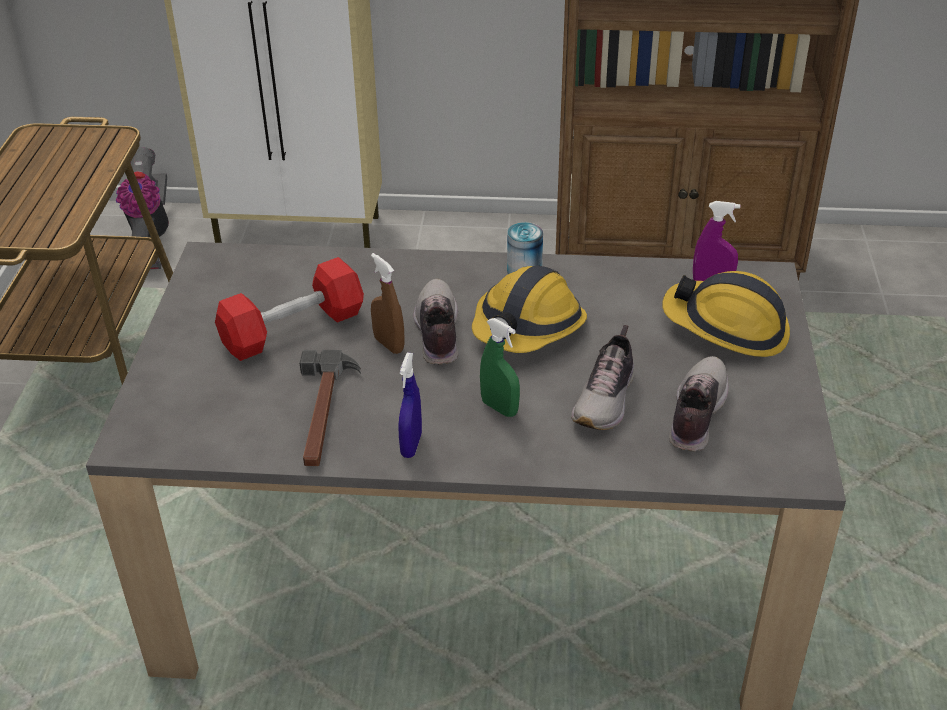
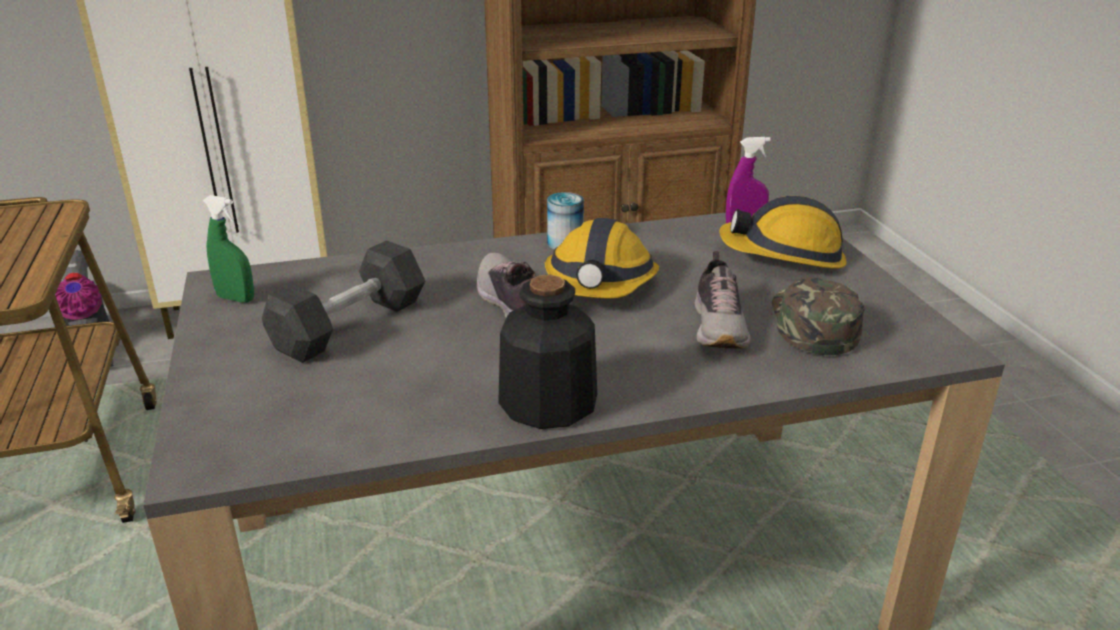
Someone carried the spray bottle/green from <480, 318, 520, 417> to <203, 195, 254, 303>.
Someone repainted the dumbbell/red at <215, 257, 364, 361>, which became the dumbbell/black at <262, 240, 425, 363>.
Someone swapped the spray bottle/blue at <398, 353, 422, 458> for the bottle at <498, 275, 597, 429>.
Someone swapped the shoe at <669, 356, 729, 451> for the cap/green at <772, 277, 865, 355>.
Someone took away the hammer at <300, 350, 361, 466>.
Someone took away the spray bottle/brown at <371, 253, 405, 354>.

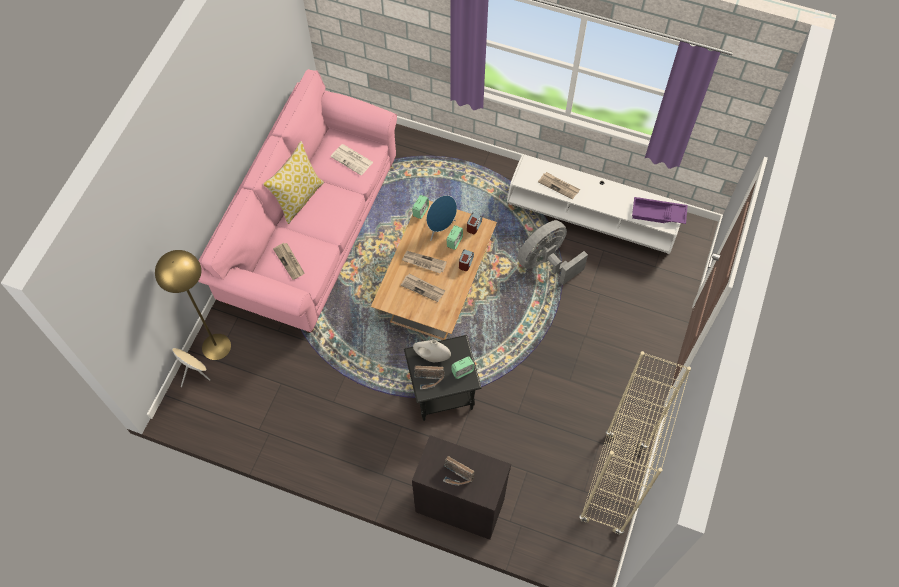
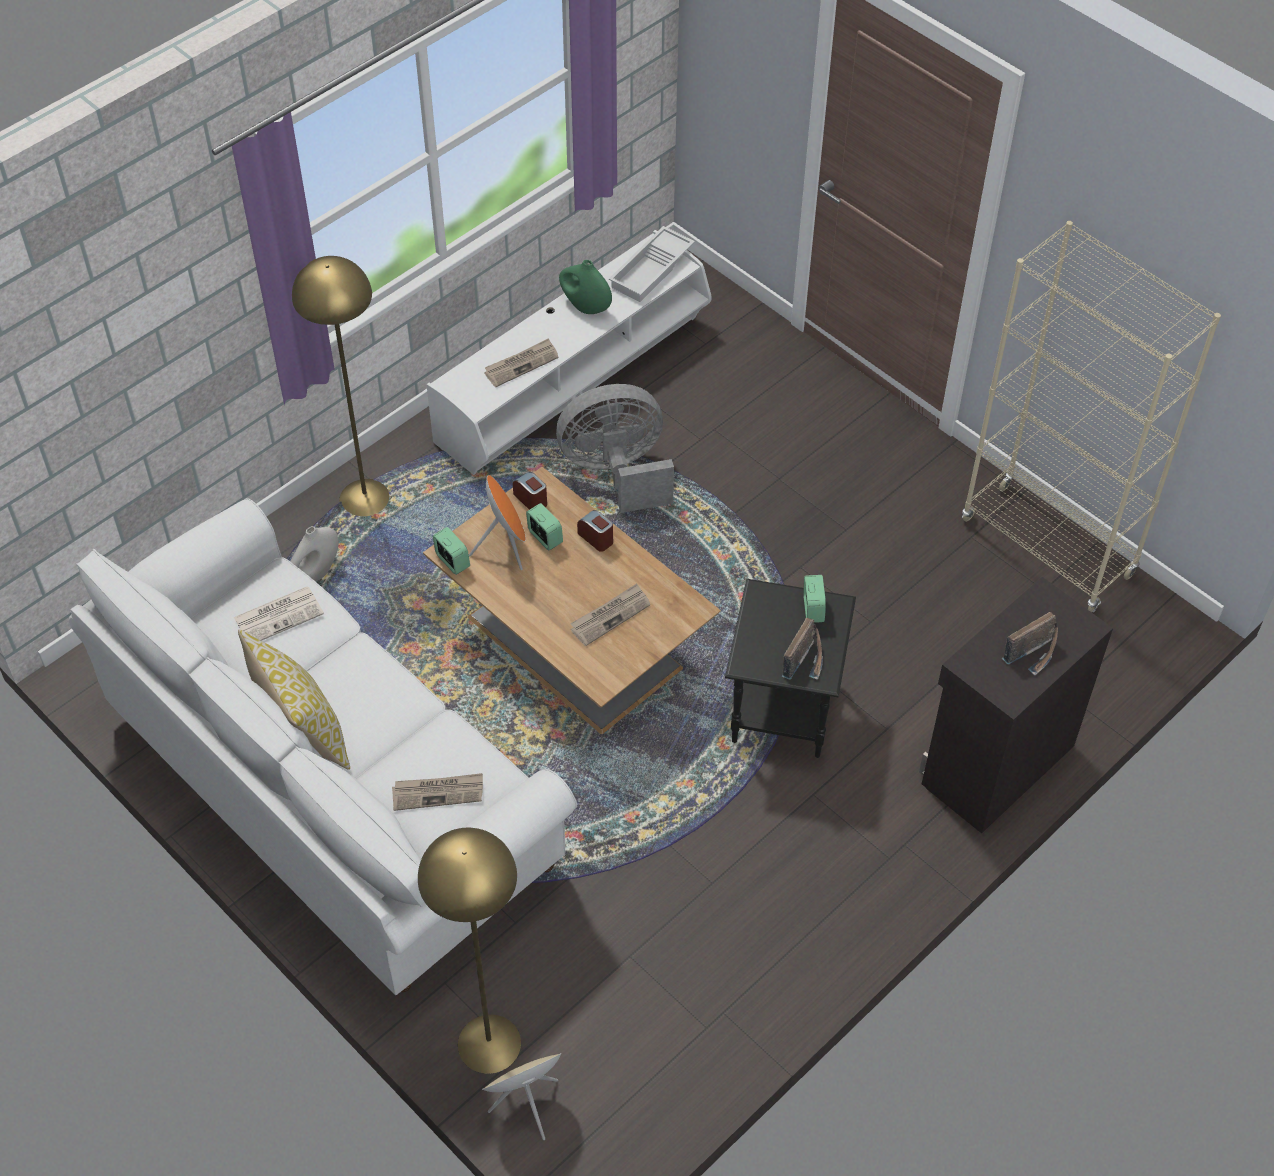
Someone repainted the sofa/pink at <198, 69, 397, 333>, which became the sofa/white at <69, 498, 577, 995>.
Someone carried the vase/white from <413, 340, 451, 362> to <290, 526, 339, 582>.
Someone put down the floor lamp/yellow at <292, 256, 389, 516>.
Someone repainted the speaker/blue at <426, 195, 457, 241>, which became the speaker/orange at <469, 475, 526, 570>.
Someone rotated the fan/grey at <517, 220, 588, 285> by 90 degrees clockwise.
Someone put down the vase/green at <559, 260, 612, 314>.
Someone repainted the tray/purple at <632, 197, 688, 224>, which became the tray/white at <609, 226, 695, 302>.
Someone took away the newspaper at <402, 251, 447, 274>.

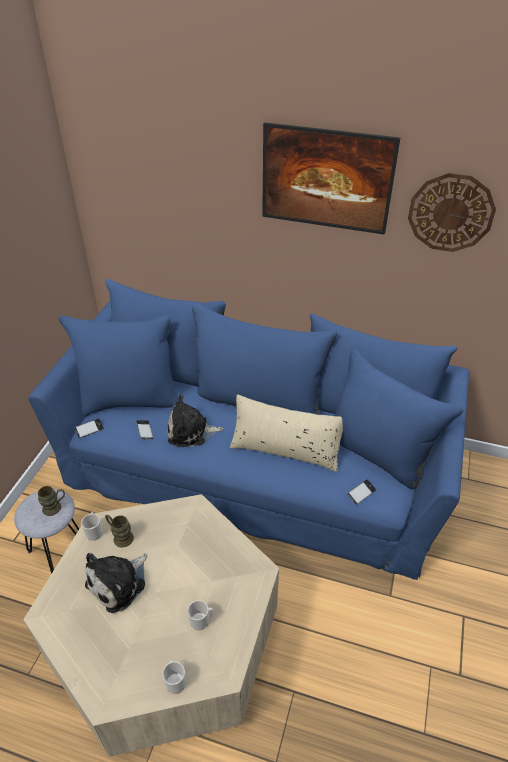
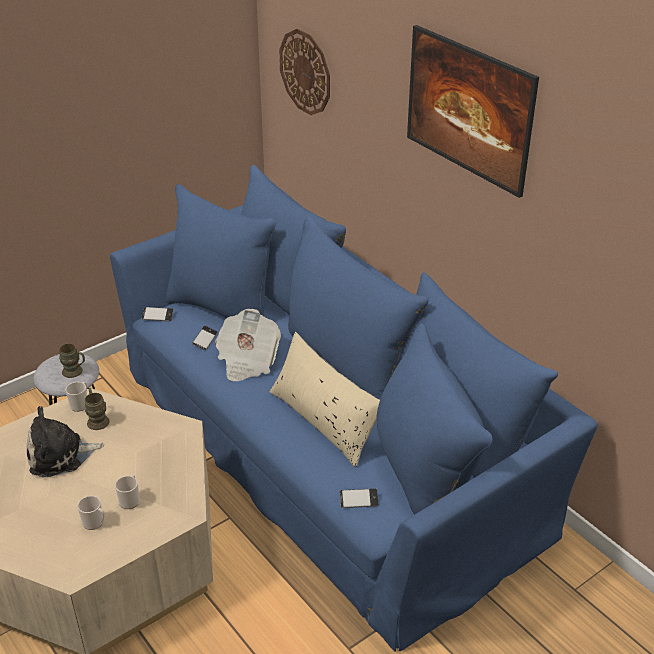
Someone carried the mug from <162, 659, 186, 694> to <115, 475, 140, 509>.
Someone swapped the plush toy at <168, 394, 223, 447> for the newspaper at <215, 309, 281, 381>.
Someone carried the wall clock from <408, 173, 496, 252> to <279, 29, 330, 115>.

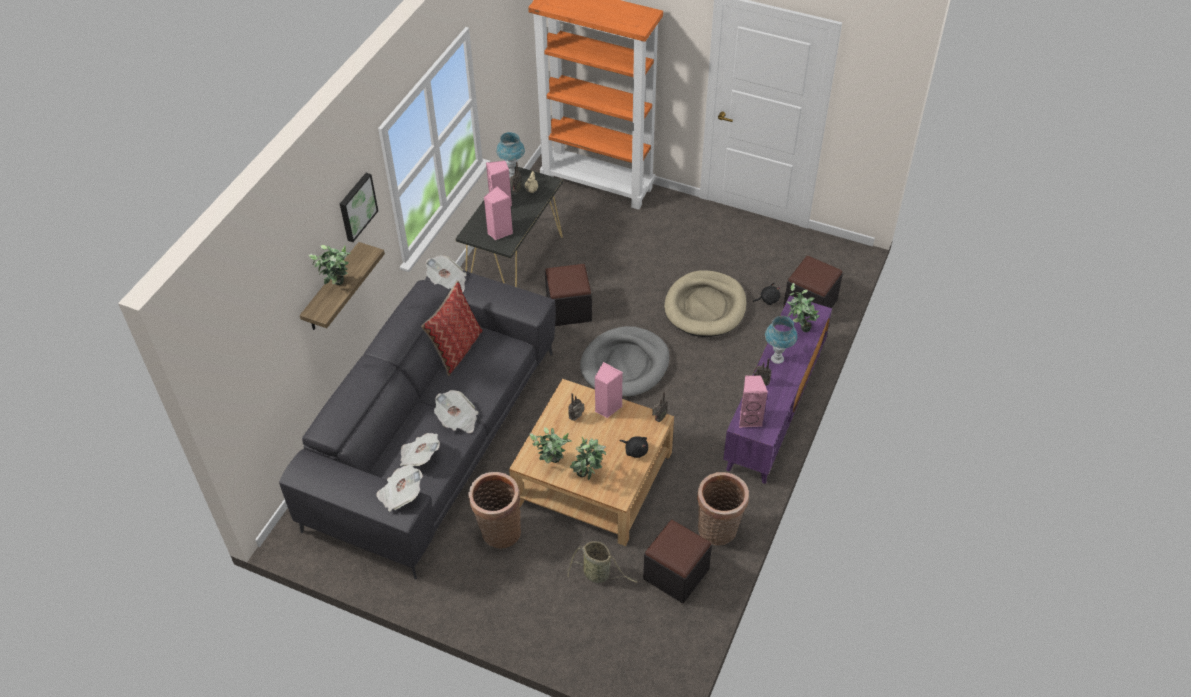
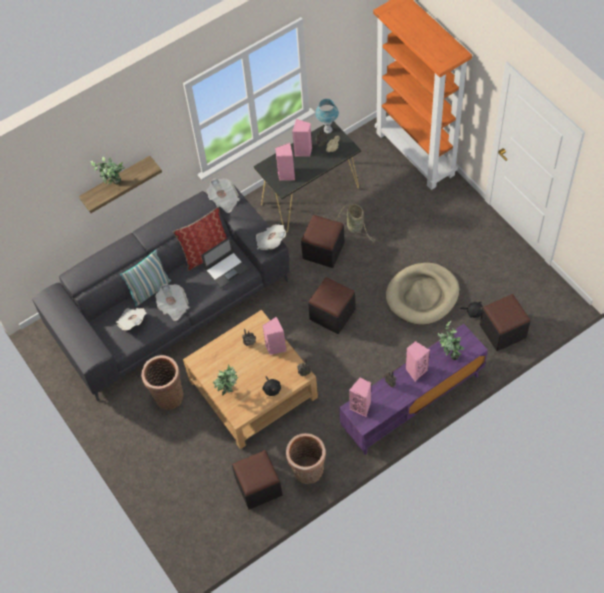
Someone put down the pillow at <120, 250, 171, 307>.
Someone put down the laptop at <201, 236, 249, 289>.
Someone carried the newspaper from <376, 464, 423, 512> to <256, 224, 286, 250>.
Someone swapped the dog bed/grey at <580, 326, 670, 397> for the ottoman/black at <308, 277, 355, 334>.
Someone carried the basket from <567, 541, 637, 583> to <335, 204, 375, 242>.
Someone swapped the table lamp/blue at <765, 316, 797, 364> for the speaker/pink at <405, 341, 430, 381>.
Someone took away the picture at <340, 173, 378, 242>.
Someone took away the potted plant at <529, 427, 572, 463>.

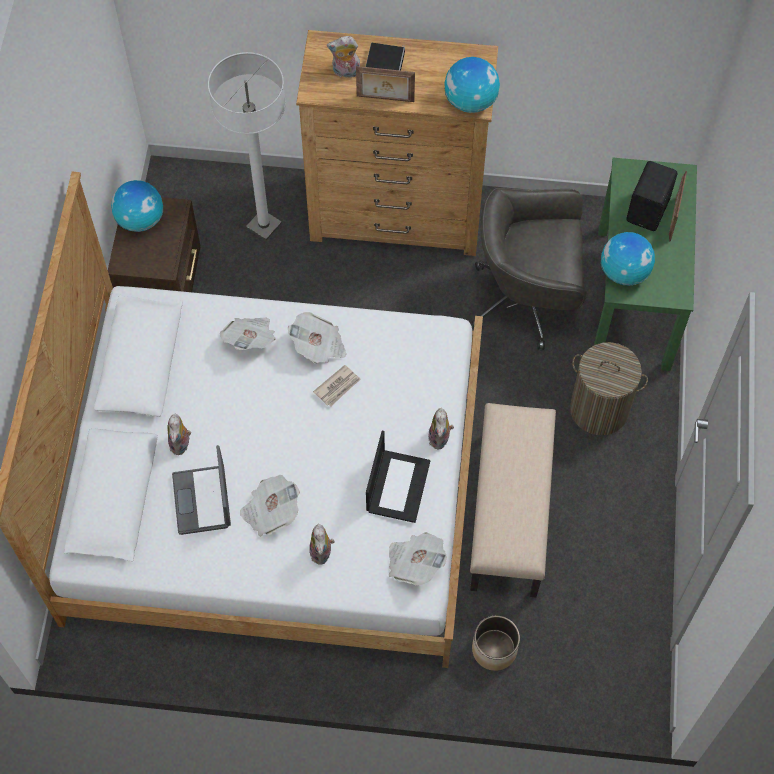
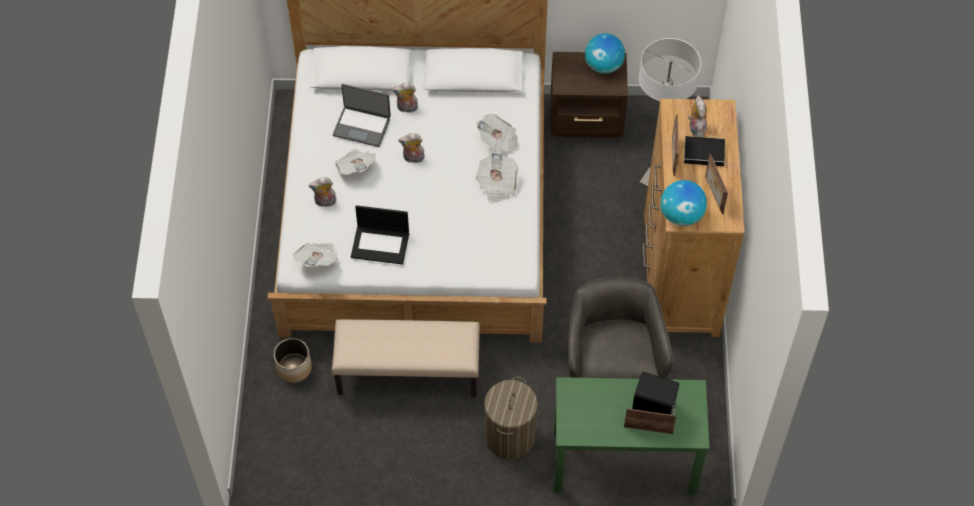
Someone rotated the laptop at <172, 445, 231, 535> by 150 degrees counterclockwise.
Someone carried the plush toy from <428, 408, 454, 449> to <398, 133, 425, 163>.
Someone put down the picture frame at <705, 154, 728, 215>.
Someone took away the newspaper at <313, 365, 360, 407>.
Someone took away the globe at <601, 232, 655, 285>.

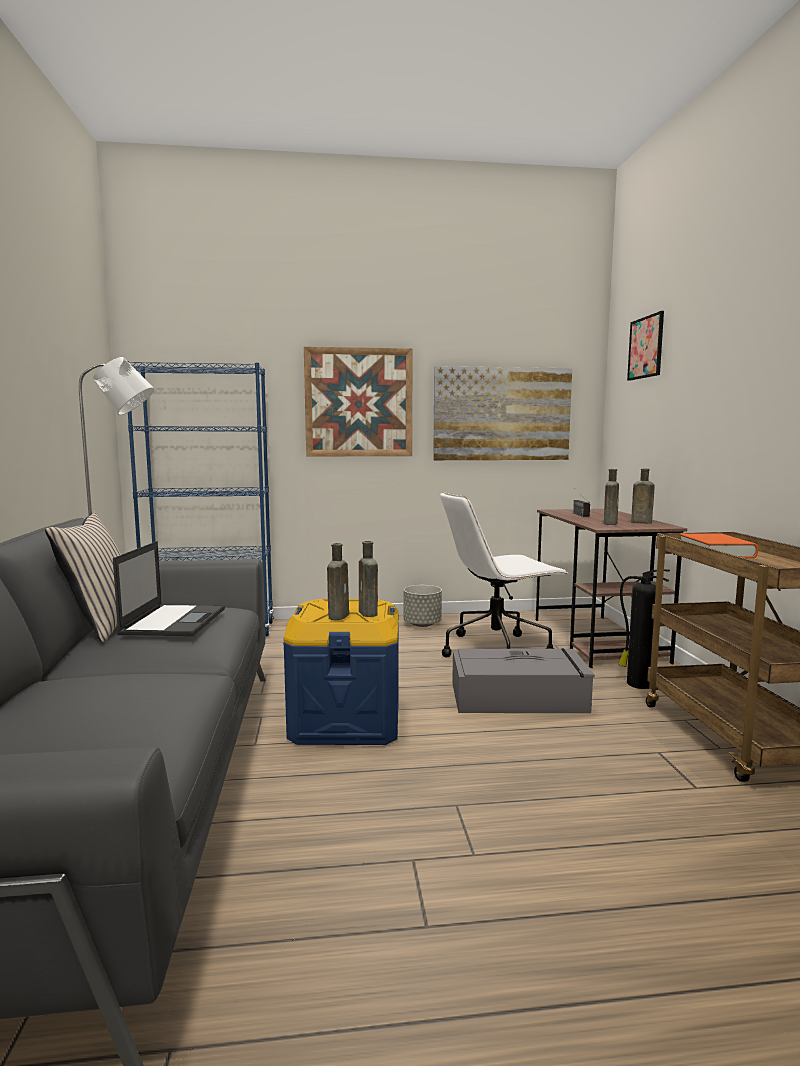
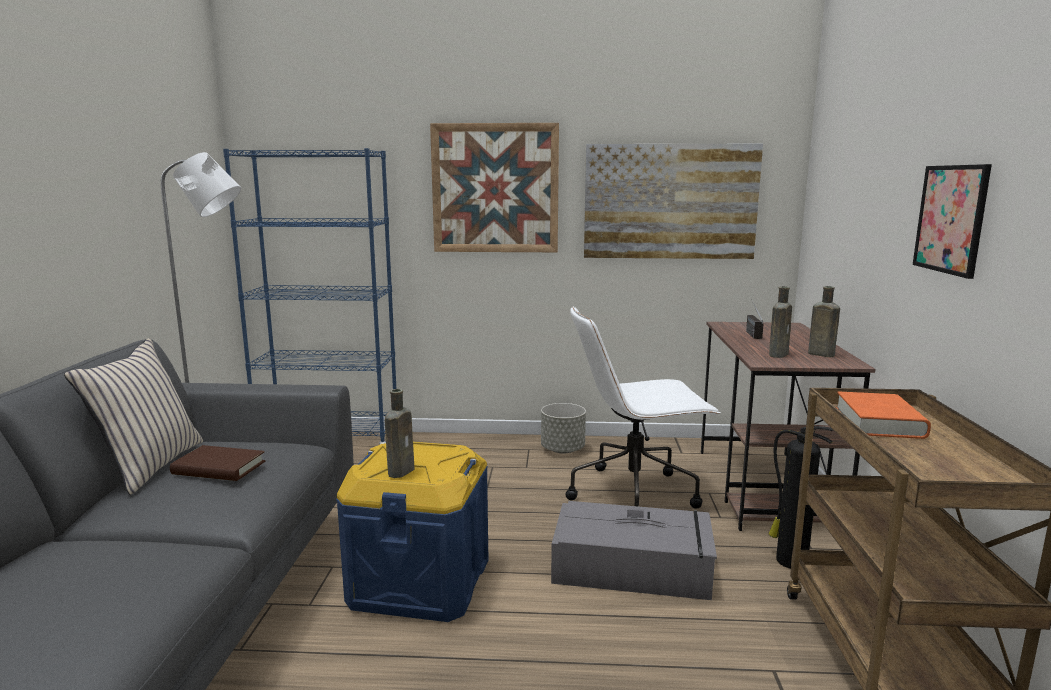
Someone swapped the laptop at <113, 541, 225, 636> for the book/brown at <170, 445, 265, 481>.
Someone carried the picture from <627, 311, 664, 381> to <913, 164, 992, 279>.
Someone took away the bottle/brown at <359, 541, 378, 617>.

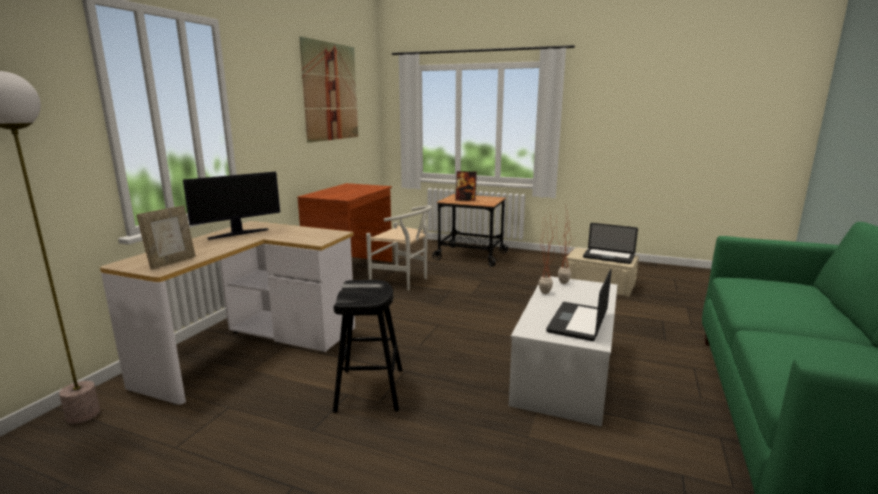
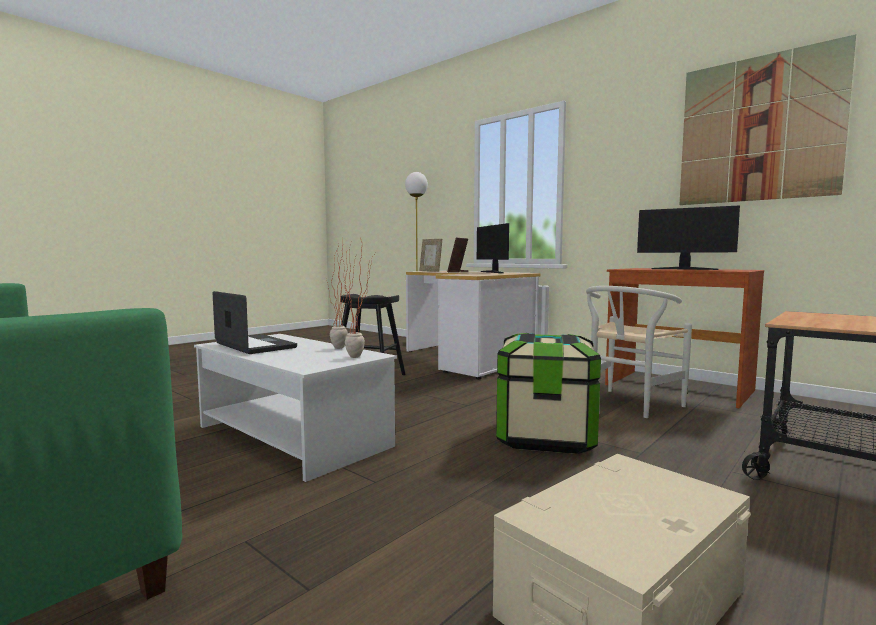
Someone carried the picture frame from <455, 171, 477, 201> to <447, 238, 468, 272>.
Someone put down the storage box at <496, 333, 601, 454>.
Someone put down the monitor at <637, 205, 740, 270>.
Someone took away the laptop at <583, 223, 638, 264>.

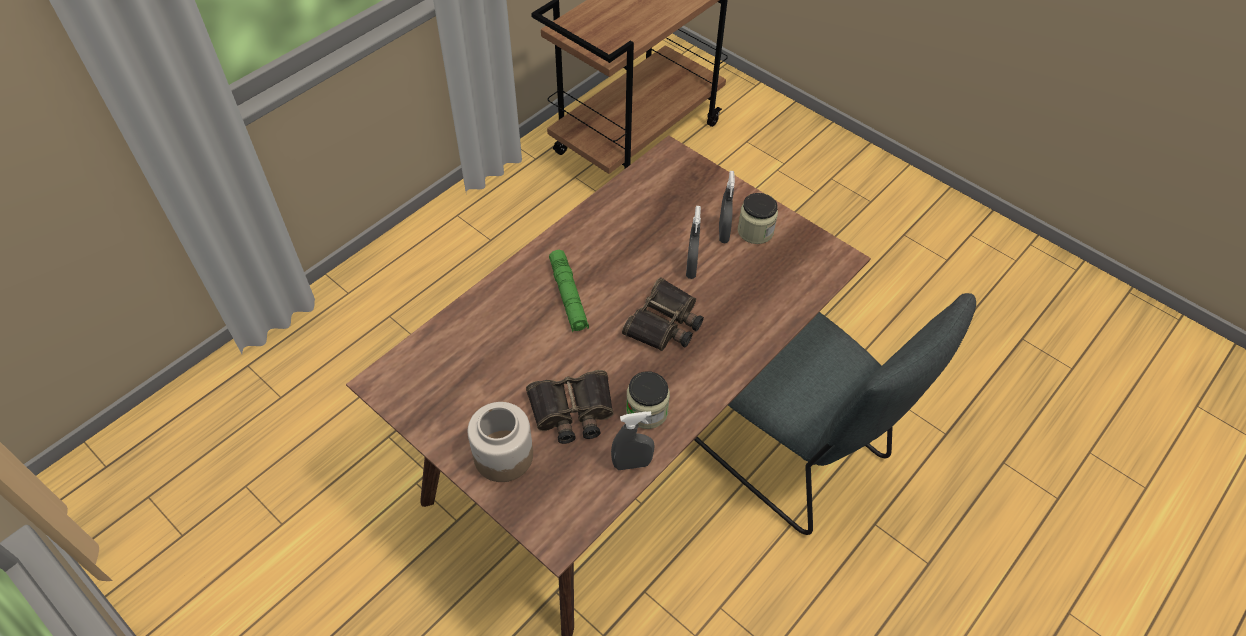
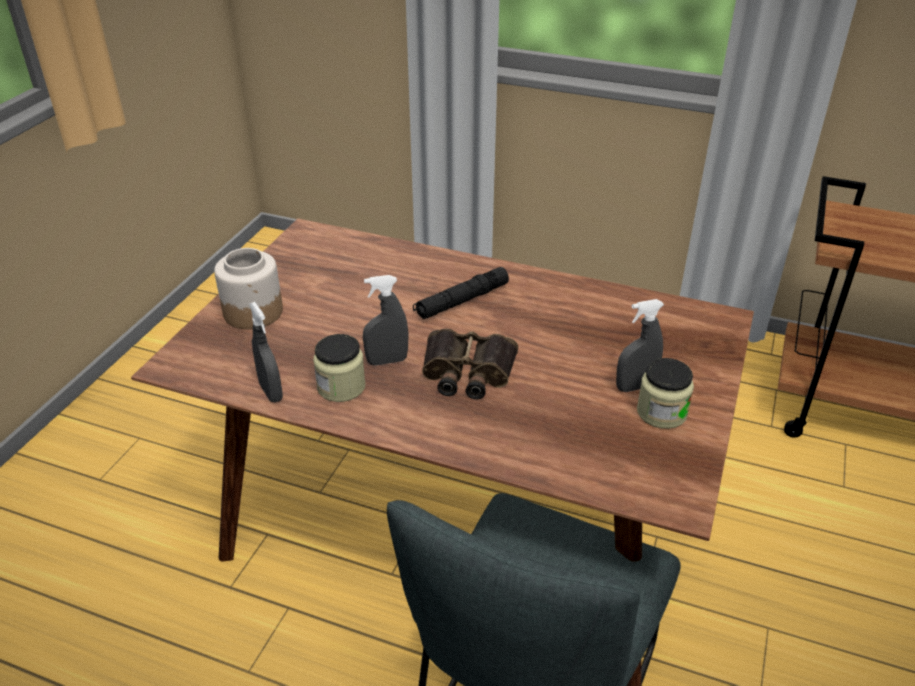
Someone carried the spray bottle/grey from <686, 206, 701, 279> to <363, 275, 409, 366>.
Someone repainted the flashlight/green at <549, 250, 589, 332>, which became the flashlight/black at <413, 267, 509, 319>.
Someone took away the binoculars at <526, 370, 614, 444>.

